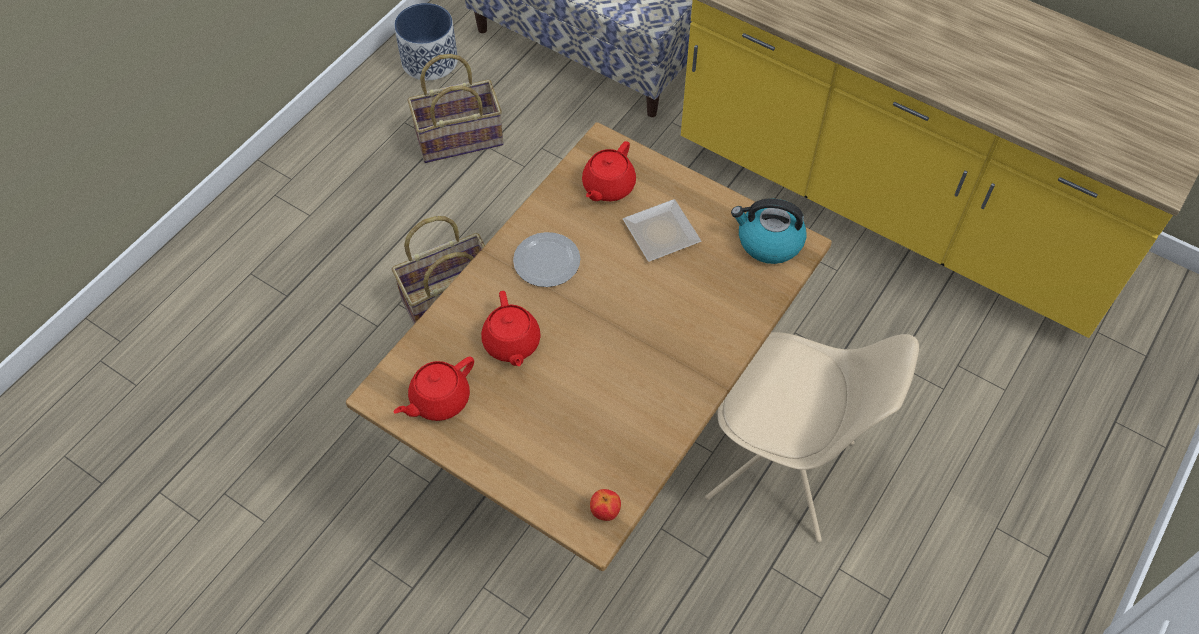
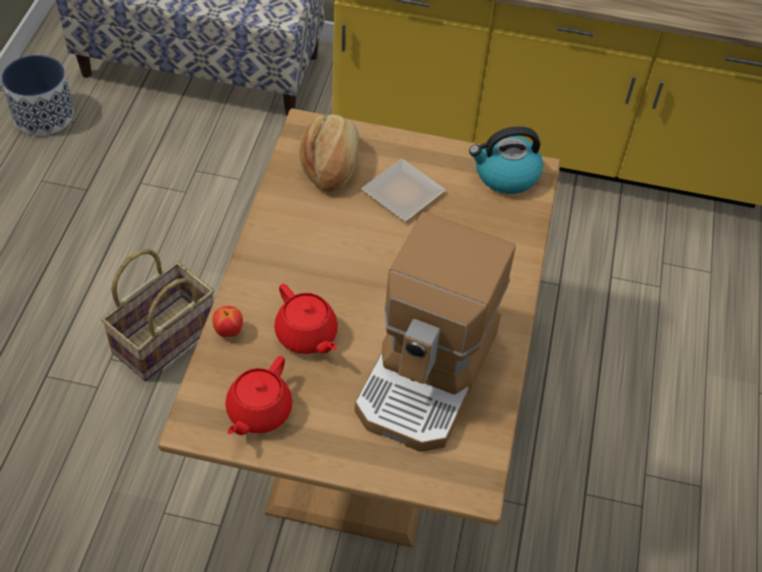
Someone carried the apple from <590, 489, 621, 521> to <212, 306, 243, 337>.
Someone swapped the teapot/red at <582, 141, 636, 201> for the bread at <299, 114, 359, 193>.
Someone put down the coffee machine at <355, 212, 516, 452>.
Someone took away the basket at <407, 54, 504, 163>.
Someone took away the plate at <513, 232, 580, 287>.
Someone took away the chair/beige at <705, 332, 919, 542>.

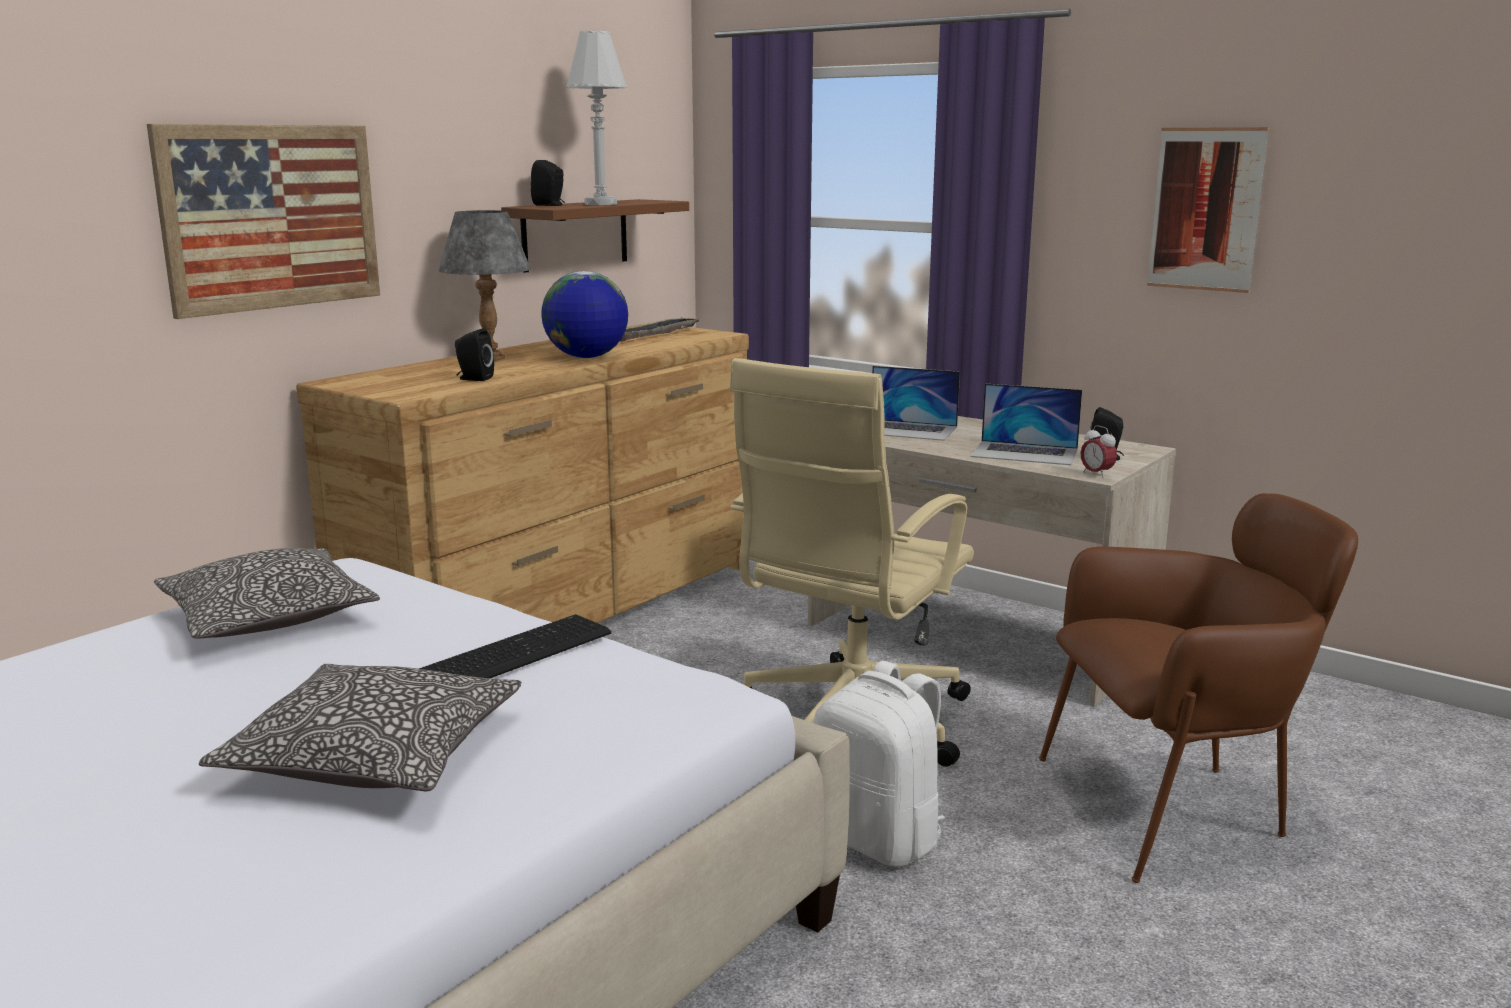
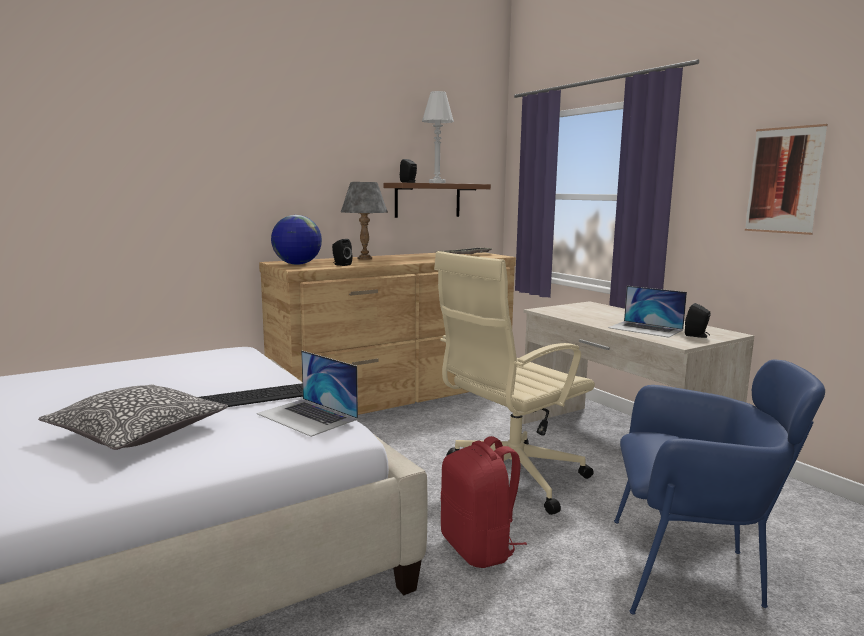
Someone carried the laptop from <872, 366, 960, 441> to <257, 350, 358, 437>.
Someone carried the globe from <541, 271, 628, 358> to <271, 215, 322, 265>.
Someone repainted the backpack/white at <814, 661, 945, 867>, which became the backpack/red at <441, 436, 527, 568>.
Someone repainted the armchair/brown at <1039, 493, 1358, 883>, which became the armchair/blue at <614, 360, 825, 615>.
Someone took away the picture at <147, 124, 380, 319>.
Someone took away the pillow at <154, 548, 380, 639>.
Someone took away the alarm clock at <1080, 425, 1117, 478>.

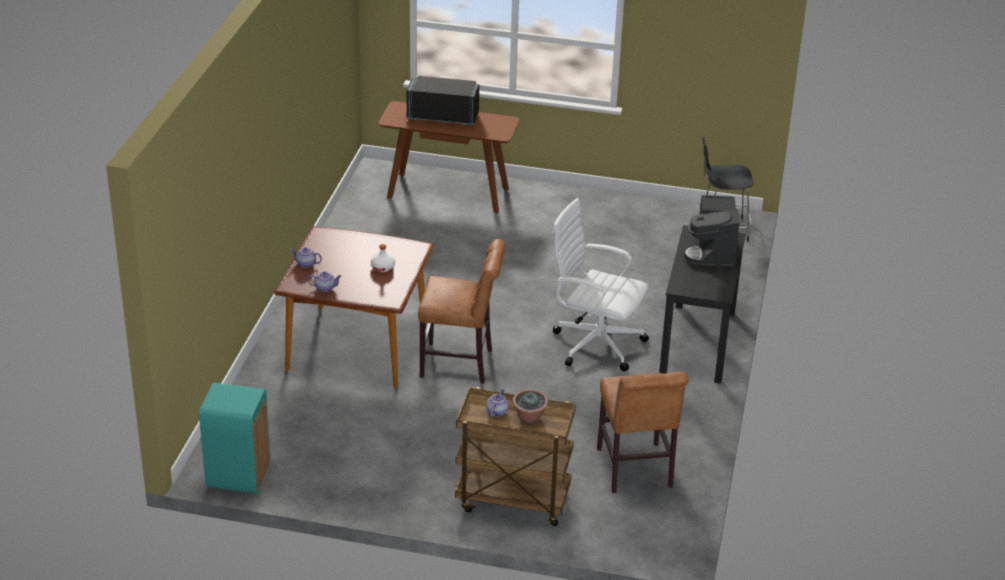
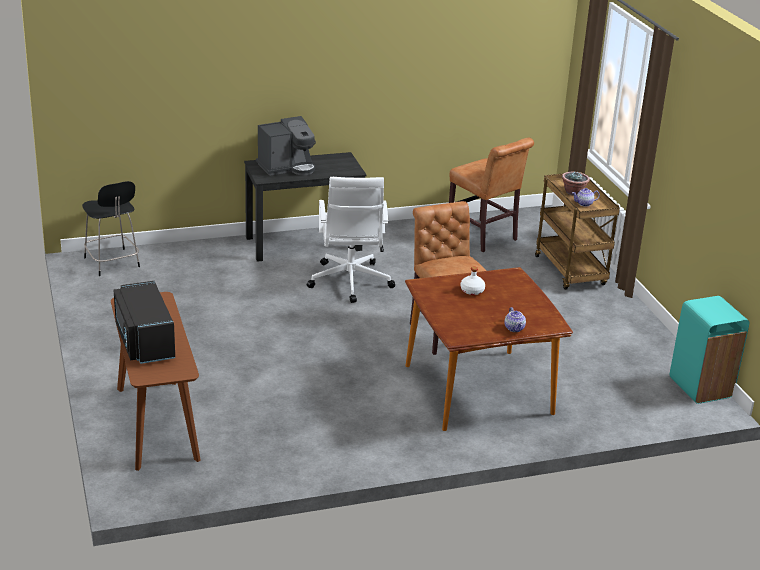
Someone rotated the chair/brown at <597, 371, 689, 493> by 90 degrees clockwise.
Someone took away the teapot at <308, 271, 342, 292>.

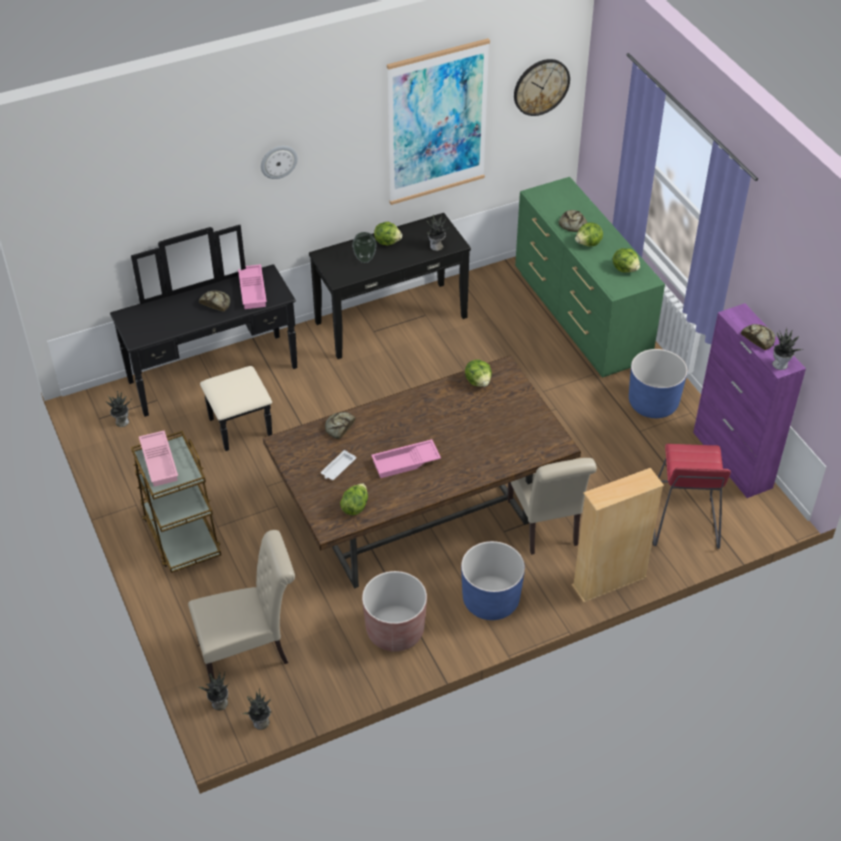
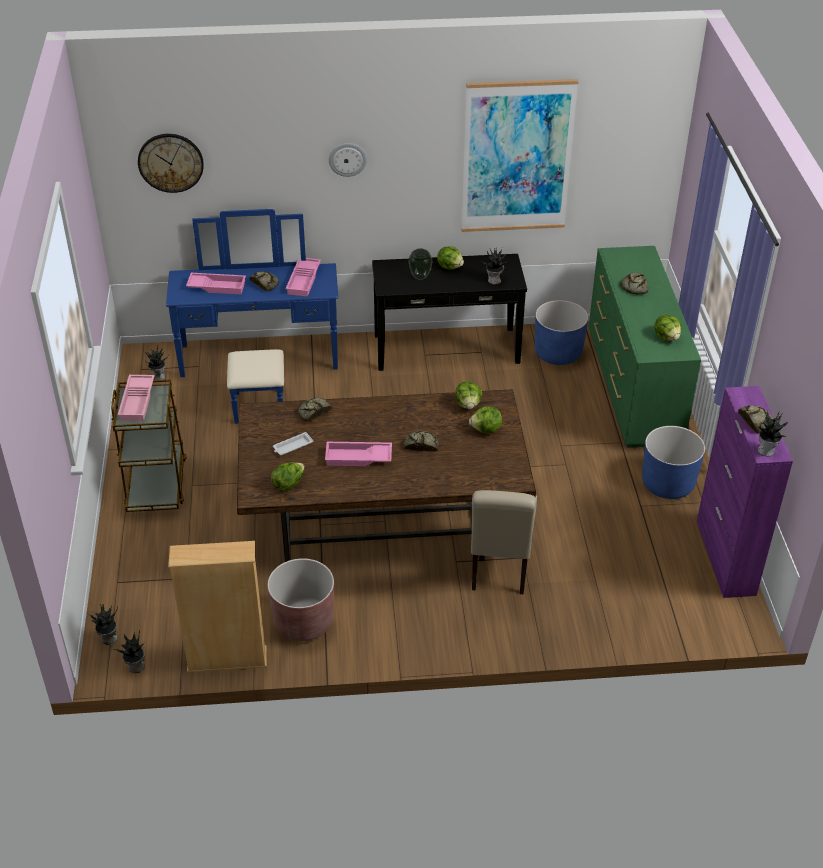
Someone carried the wall clock from <514, 59, 570, 116> to <138, 134, 204, 193>.
Someone repainted the dresser/black at <110, 225, 297, 451>, which became the dresser/blue at <166, 209, 338, 424>.
Someone carried the bookcase/beige from <572, 468, 664, 603> to <168, 541, 267, 672>.
Someone put down the tray/pink at <186, 273, 246, 294>.
Someone put down the bread at <404, 431, 439, 452>.
Someone carried the lettuce from <575, 222, 603, 247> to <469, 406, 502, 434>.
Someone carried the planter/blue from <461, 541, 525, 620> to <535, 300, 588, 365>.
Someone took away the chair/beige at <188, 530, 295, 682>.
Someone took away the stool/red at <653, 444, 731, 549>.

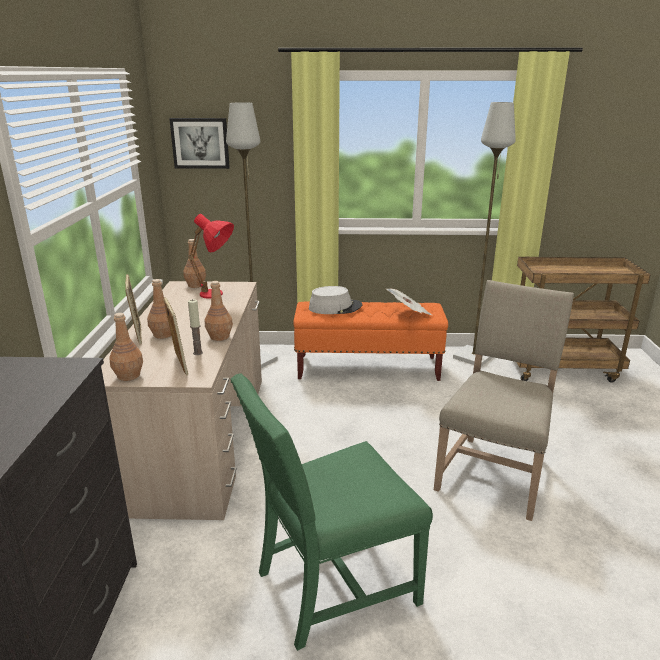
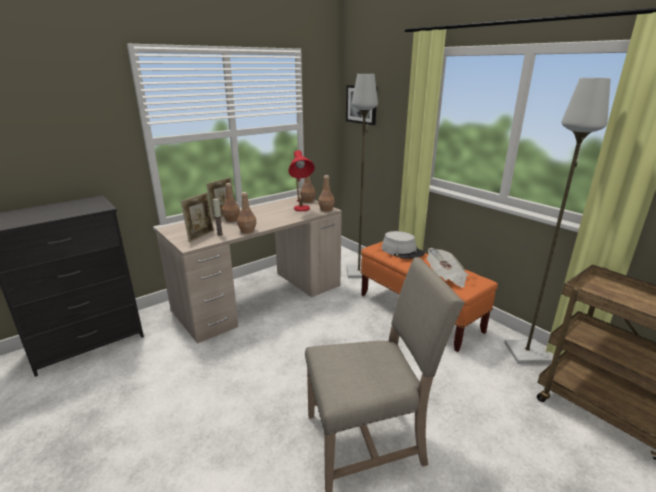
Someone carried the bottle/brown from <109, 313, 143, 381> to <318, 175, 335, 212>.
Someone took away the chair/green at <230, 373, 433, 651>.

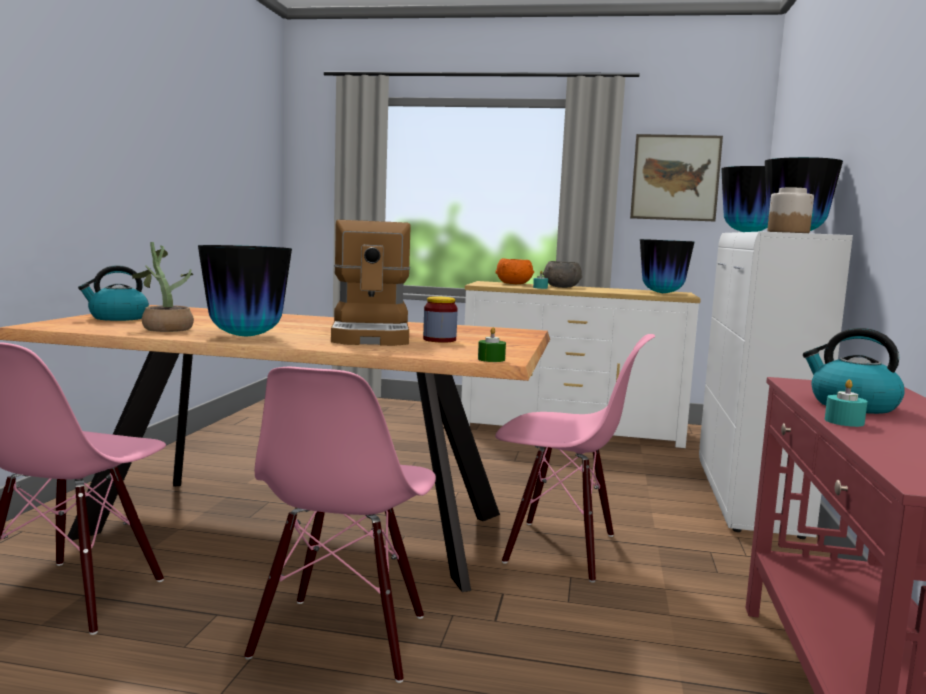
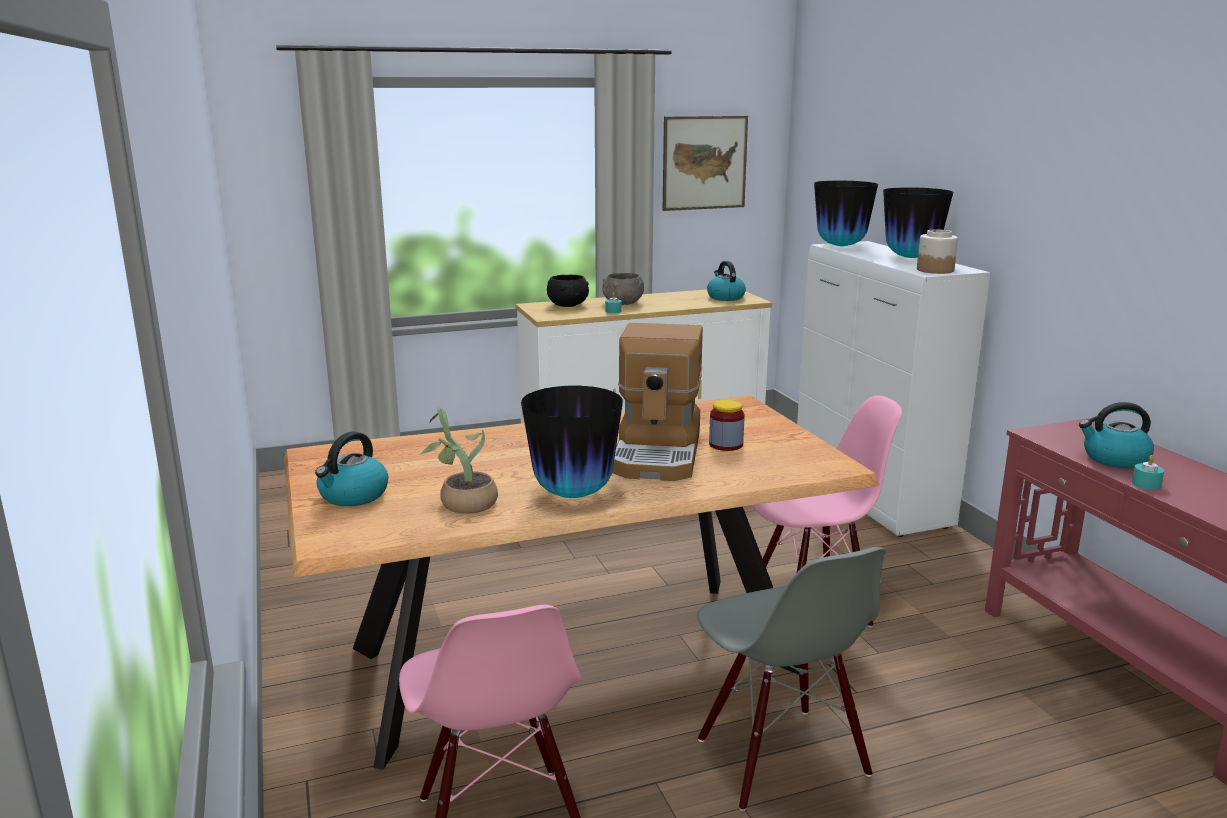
Someone repainted the bowl/orange at <496, 259, 534, 284>, which became the bowl/black at <547, 275, 589, 307>.
Someone rotated the coffee machine at <331, 220, 411, 346> by 45 degrees clockwise.
Someone repainted the chair/pink at <244, 367, 436, 683>, which became the chair/grey at <697, 547, 886, 811>.
Someone swapped the vase at <640, 239, 695, 293> for the kettle at <707, 261, 746, 301>.
Someone took away the candle/green at <478, 327, 506, 362>.

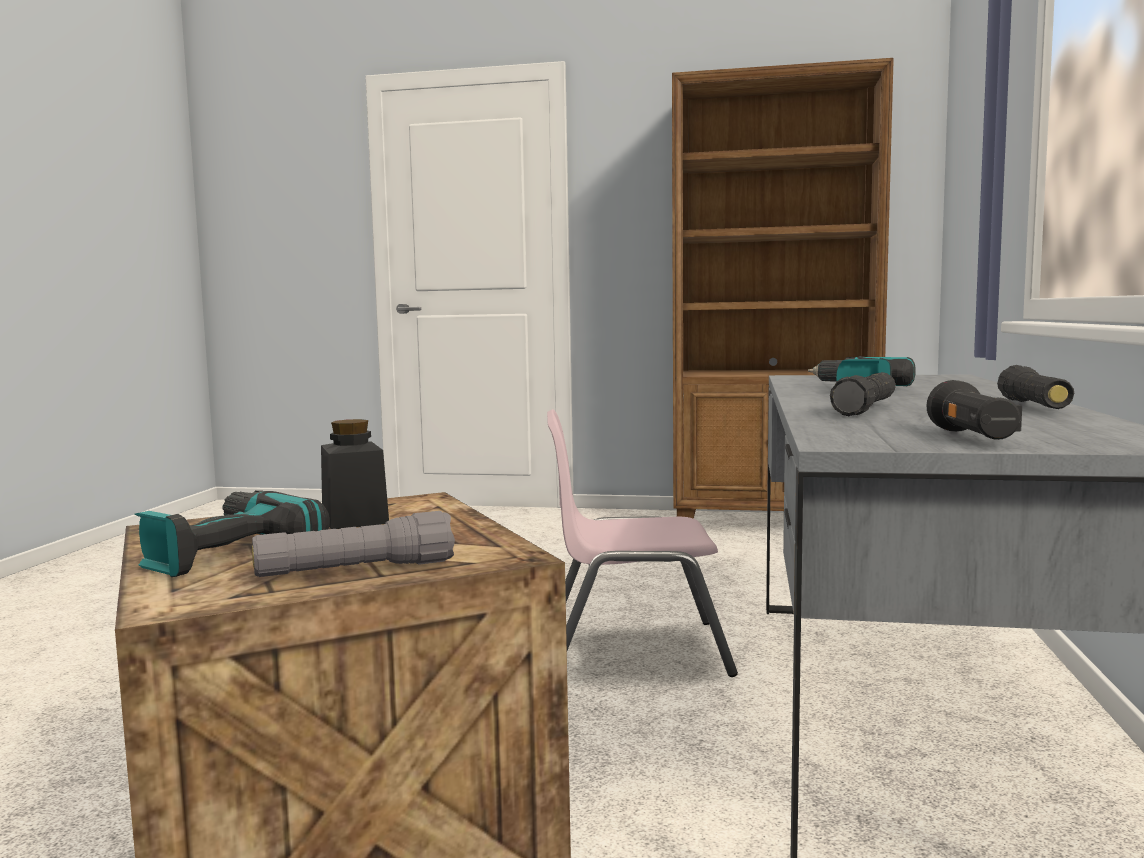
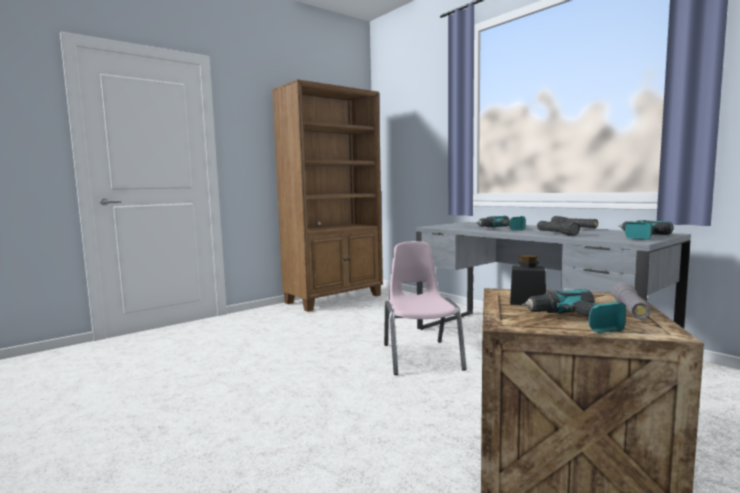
Someone rotated the chair/pink at <547, 409, 738, 677> by 135 degrees clockwise.
Someone swapped the flashlight/black at <926, 380, 1022, 440> for the power drill at <618, 220, 673, 240>.

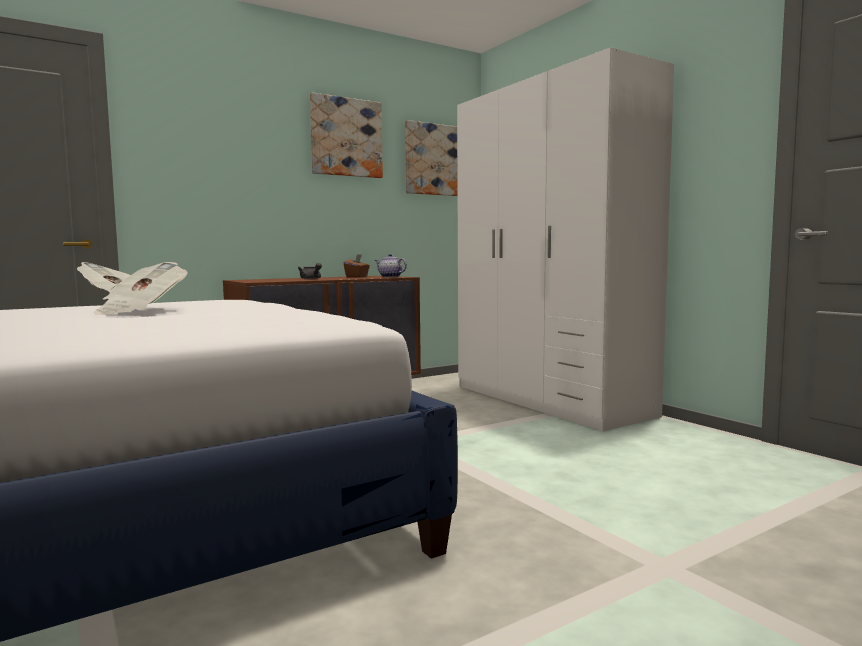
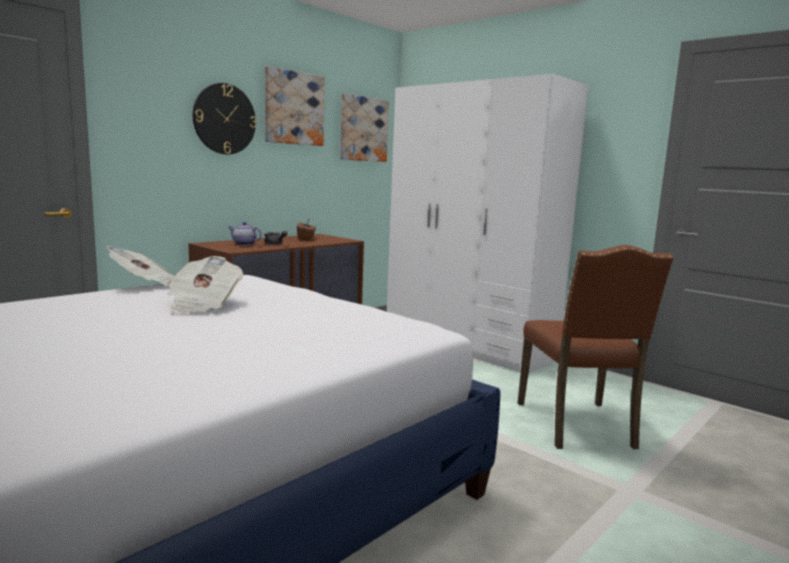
Someone put up the wall clock at <193, 83, 257, 154>.
Someone carried the teapot from <375, 254, 407, 277> to <229, 222, 262, 246>.
Someone put down the chair/brown at <518, 245, 674, 449>.

